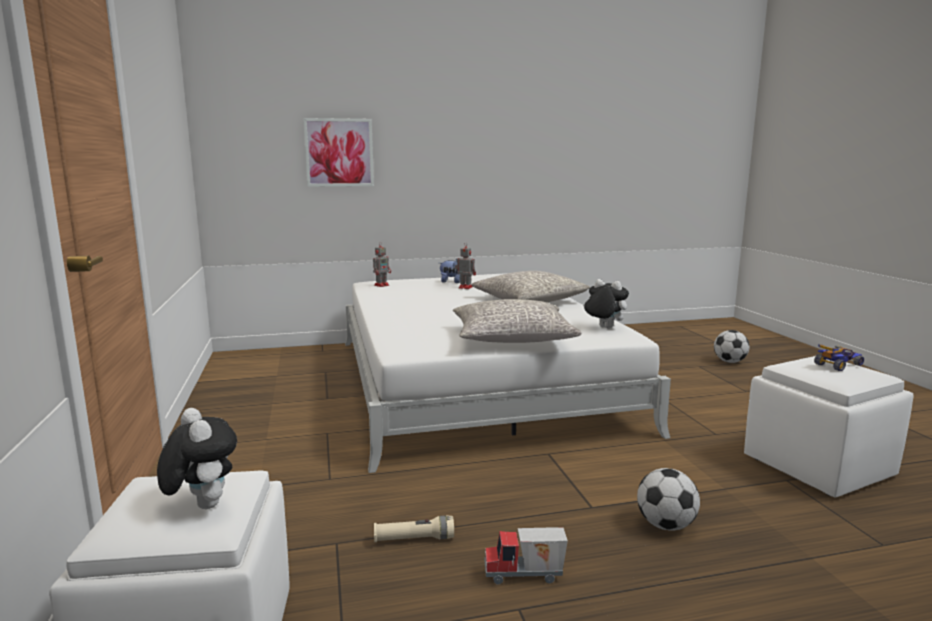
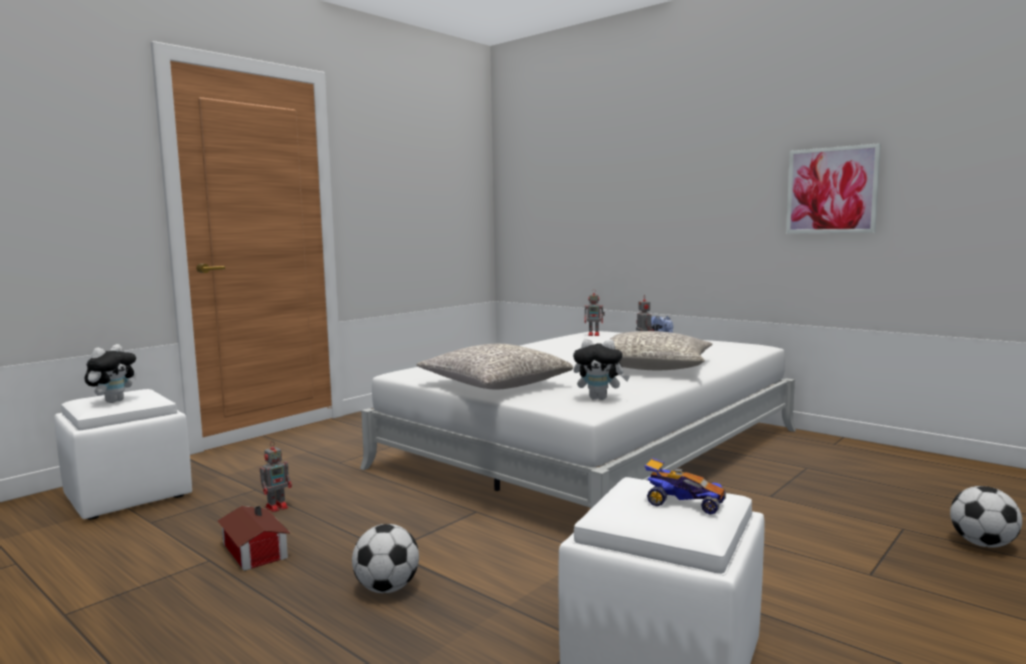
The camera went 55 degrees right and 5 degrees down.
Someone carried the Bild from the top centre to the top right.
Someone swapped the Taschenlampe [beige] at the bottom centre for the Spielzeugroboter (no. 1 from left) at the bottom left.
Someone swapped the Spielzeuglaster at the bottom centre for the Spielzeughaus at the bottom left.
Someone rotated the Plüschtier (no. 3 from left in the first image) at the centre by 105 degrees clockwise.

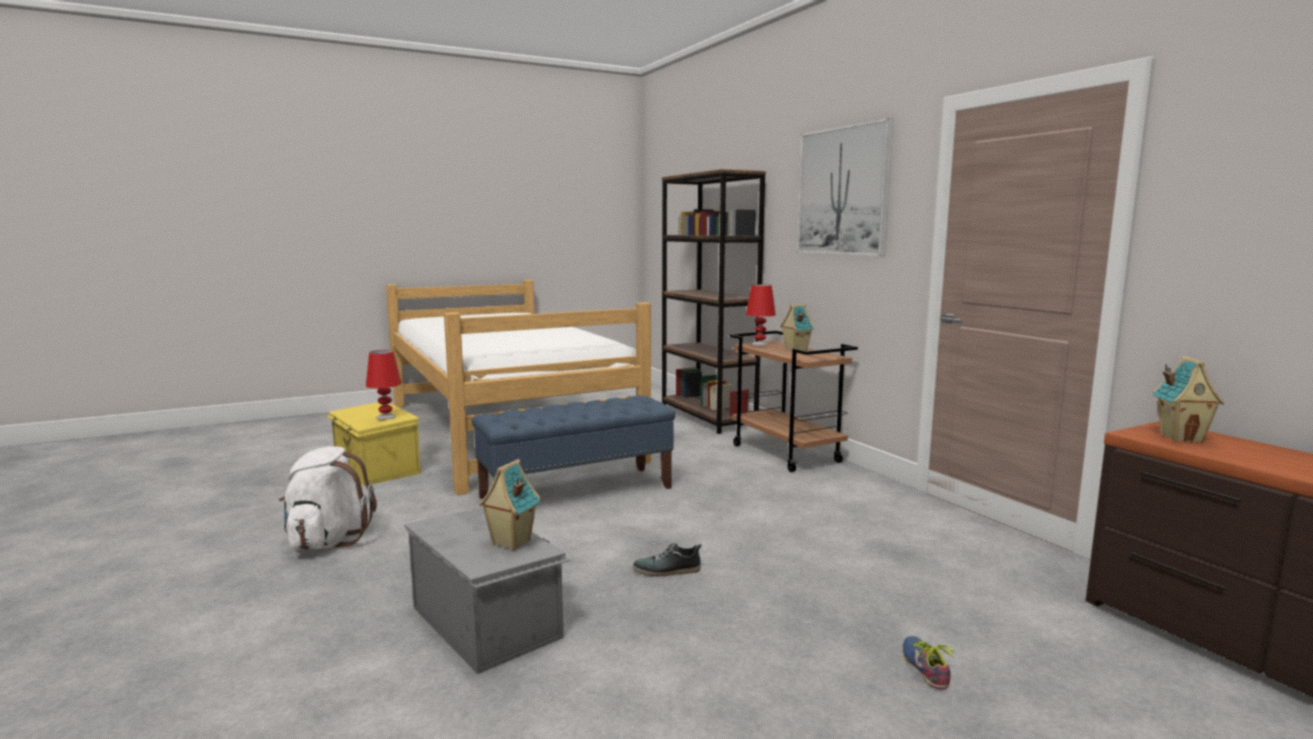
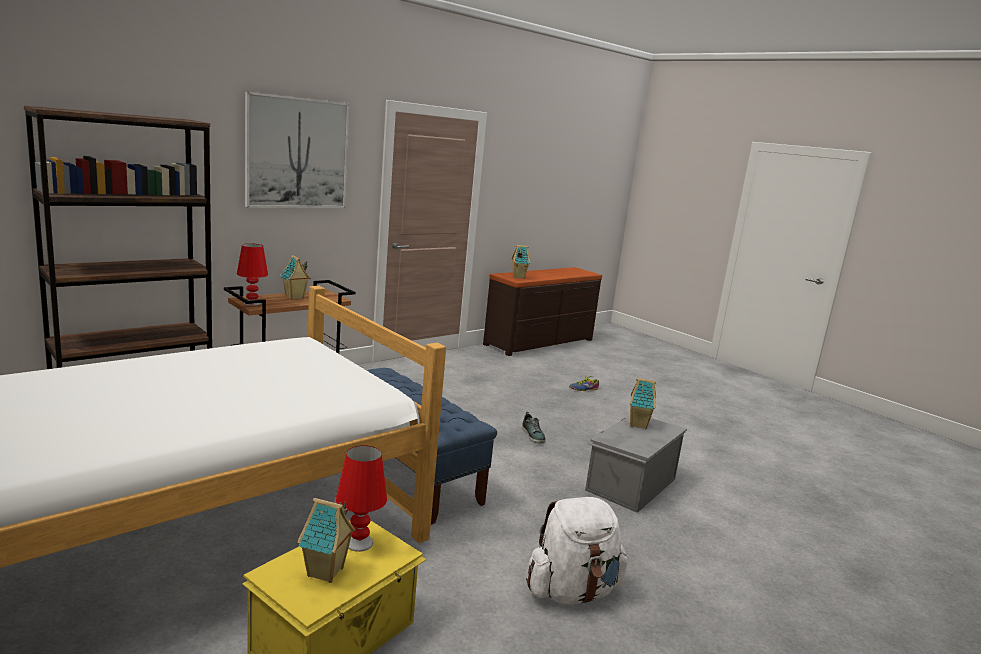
The camera went 105 degrees left and 5 degrees up.
Someone put down the Spielzeughaus (no. 2 from left) at the bottom left.

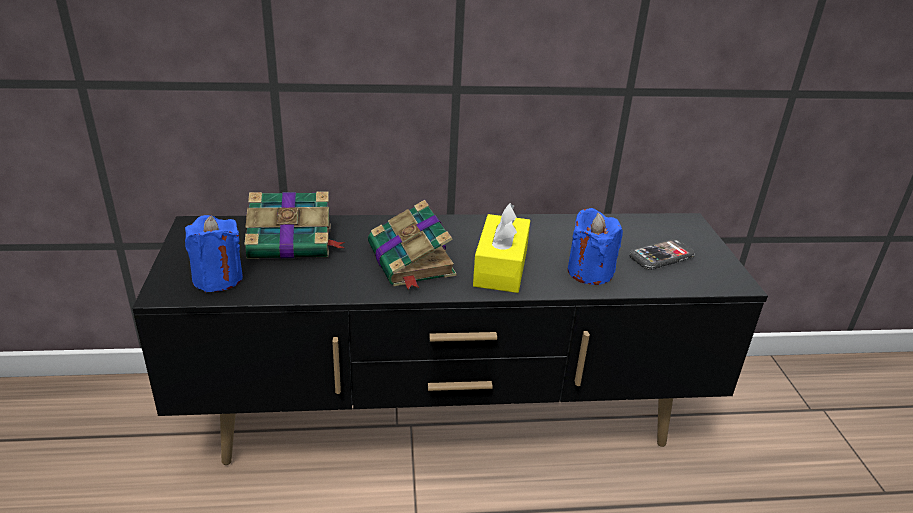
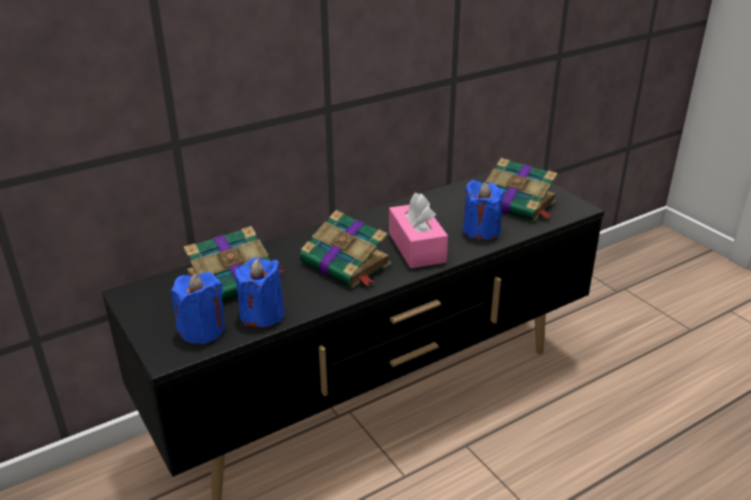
The camera went 25 degrees left and 0 degrees up.
Someone repainted the Taschentuchbox [gelb] at the centre, which became the Taschentuchbox [rosa] at the centre.
Someone swapped the Handy at the middle right for the Buch (no. 3 from left) at the middle right.
Someone put down the Kerze [blau] (no. 2 from left) at the centre.

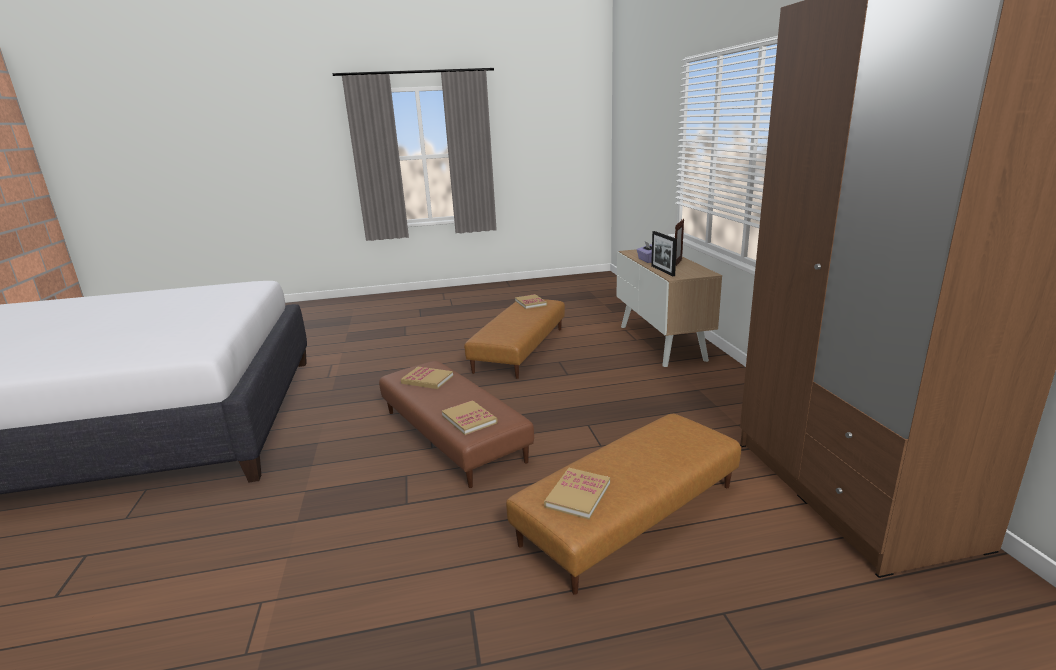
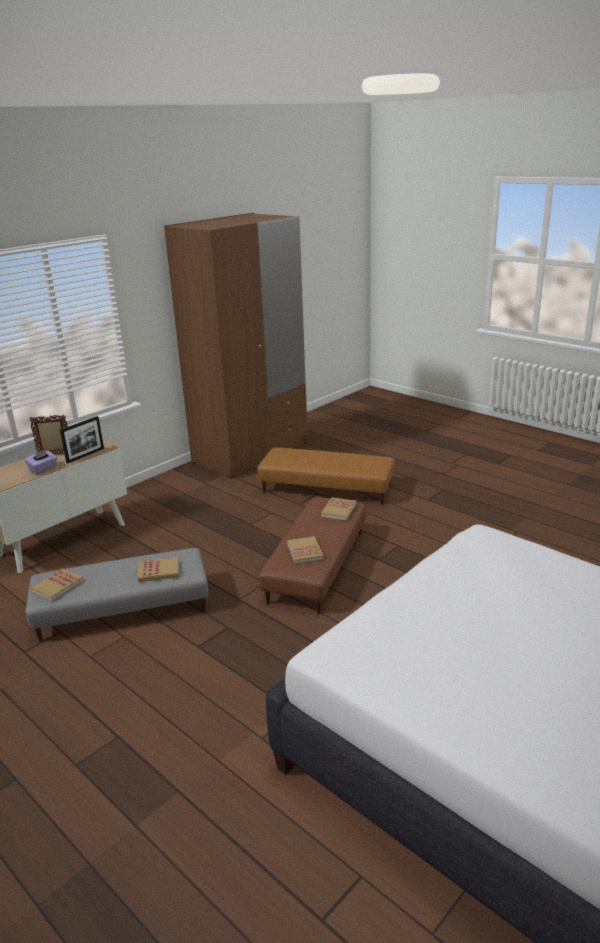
The camera went 125 degrees left and 5 degrees up.
Someone repainted the Polsterhocker [braun] (no. 2 from left) at the centre, which became the Polsterhocker [grau] at the middle left.
Someone carried the Buch (no. 4 from left in the first image) from the bottom centre to the middle left.

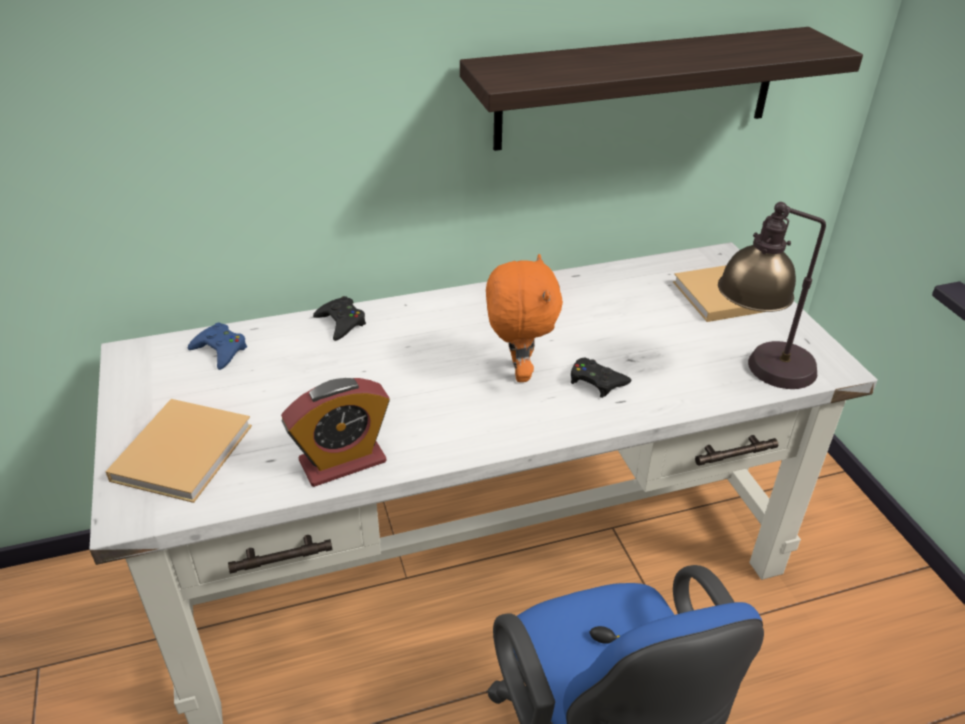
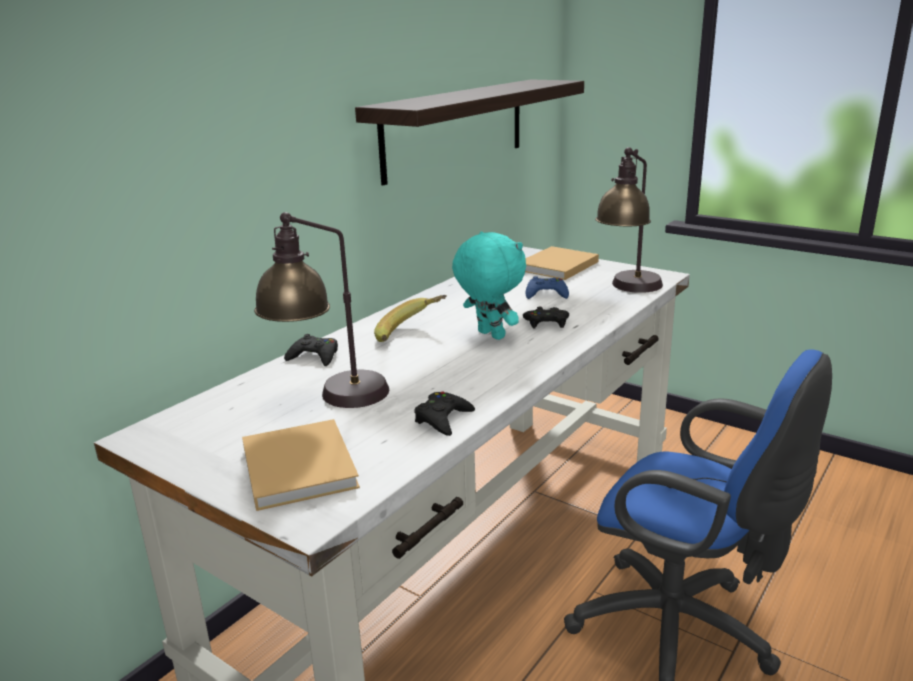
The camera went 35 degrees left and 15 degrees down.
Someone carried the Gamepad [blau] from the middle left to the centre.
Someone swapped the Wecker at the centre for the Gamepad [schwarz] (no. 2 from left) at the centre.
Someone repainted the Plüschtier [orange] at the centre, which became the Plüschtier [türkis] at the centre.
Someone put down the Tischlampe (no. 1 from left) at the centre.
Someone put down the Banane at the centre.

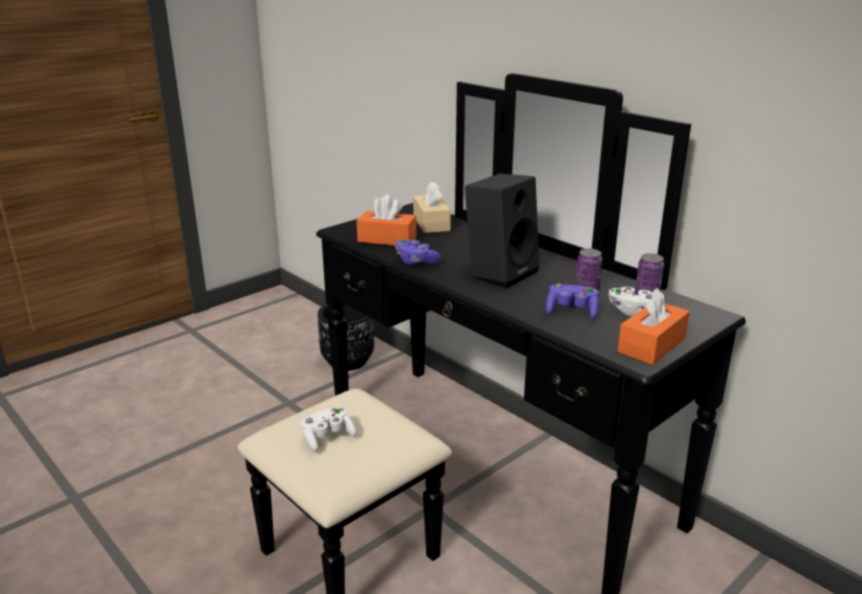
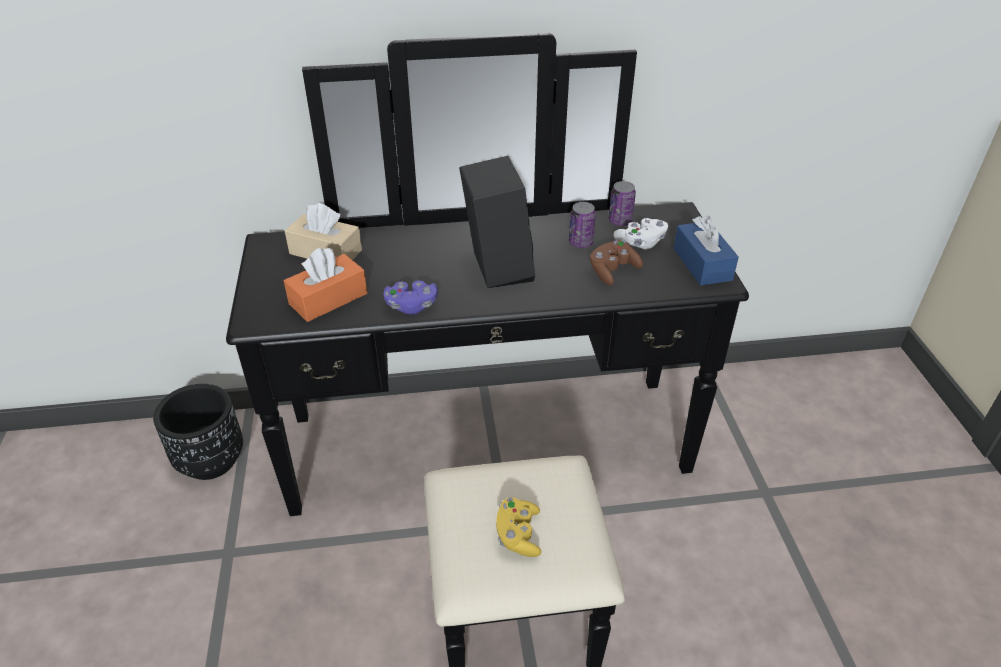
The camera went 55 degrees left and 15 degrees up.
Someone repainted the Gamepad [weiß] (no. 1 from left) at the bottom centre, which became the Gamepad [gelb] at the bottom centre.
Someone repainted the Gamepad [lila] (no. 2 from left) at the centre, which became the Gamepad [braun] at the centre.
Someone repainted the Taschentuchbox [orange] (no. 2 from left) at the middle right, which became the Taschentuchbox [blau] at the middle right.

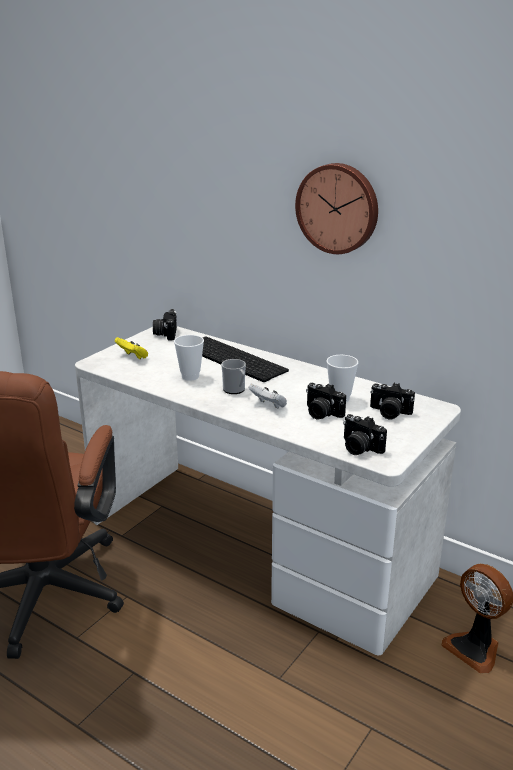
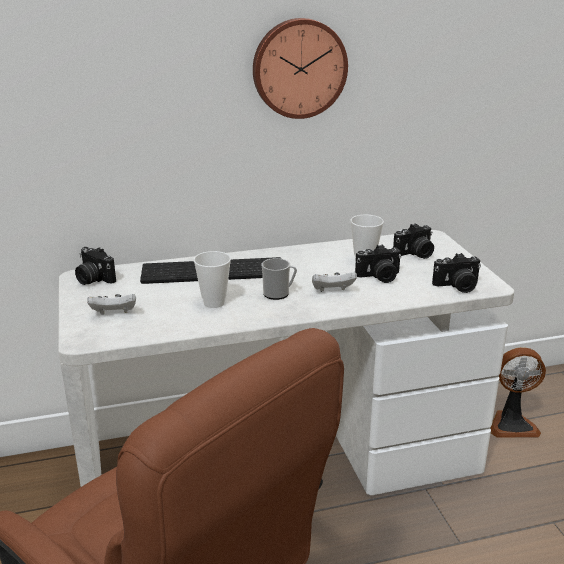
The camera went 50 degrees left and 0 degrees up.
Someone repainted the Gamepad [gelb] at the middle left, which became the Gamepad [weiß] (no. 1 from left) at the middle left.

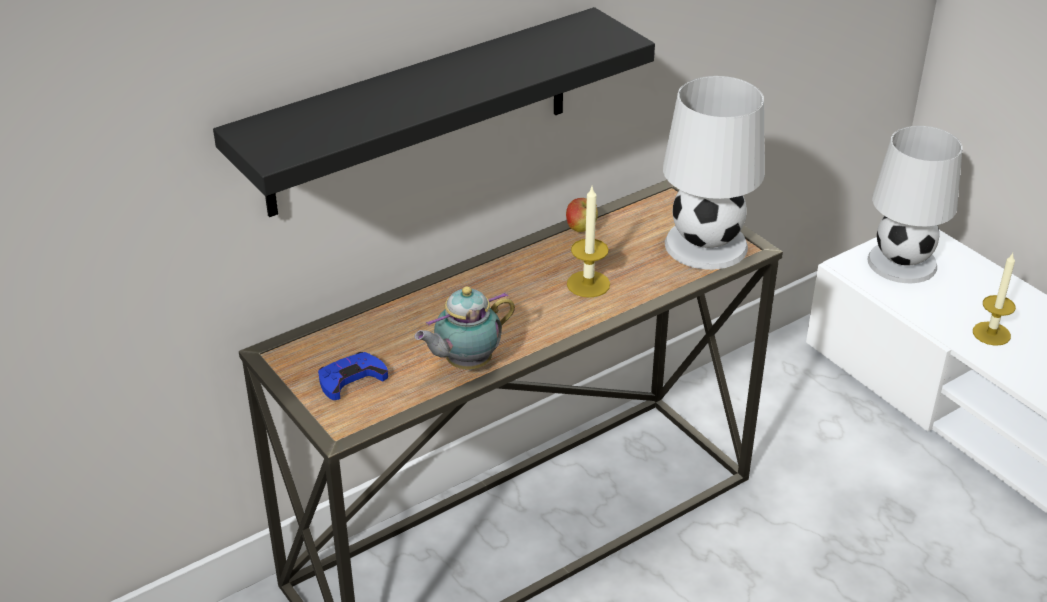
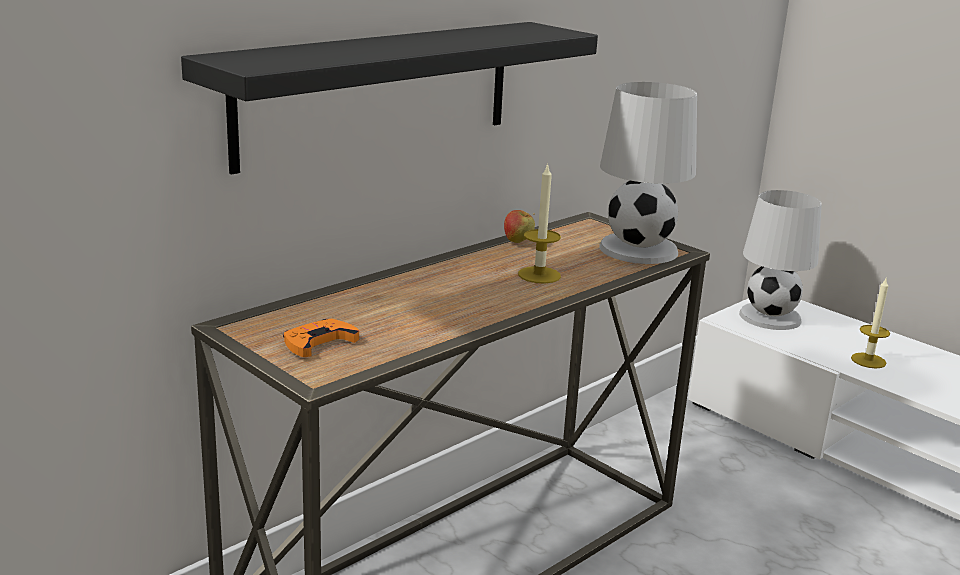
The camera went 10 degrees left and 15 degrees down.
Someone repainted the Gamepad [blau] at the centre, which became the Gamepad [orange] at the centre.
Someone took away the Teekanne at the centre.

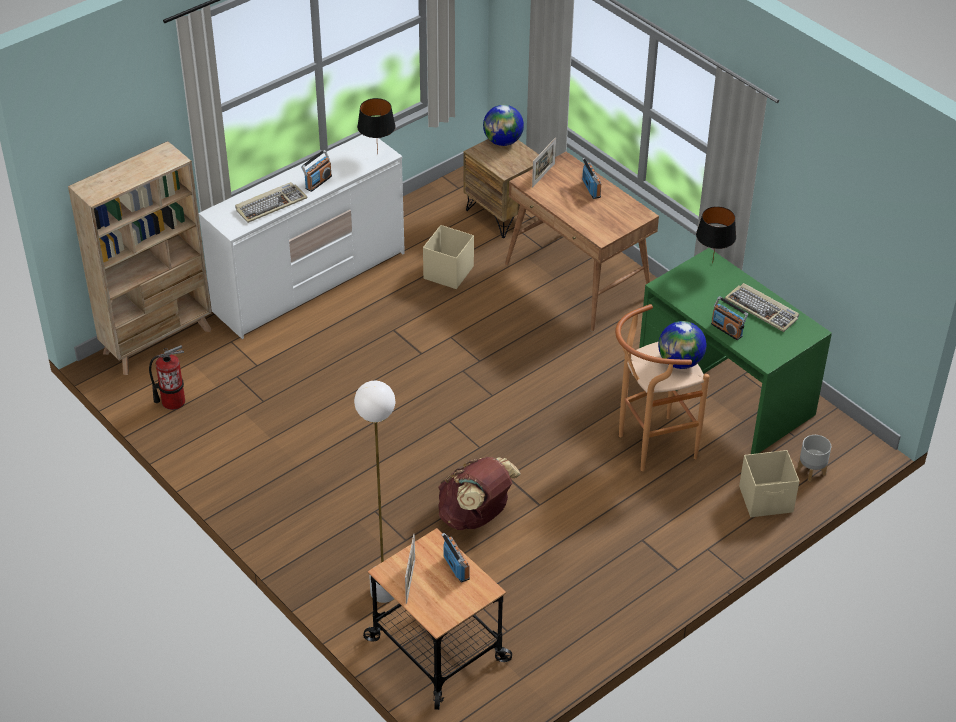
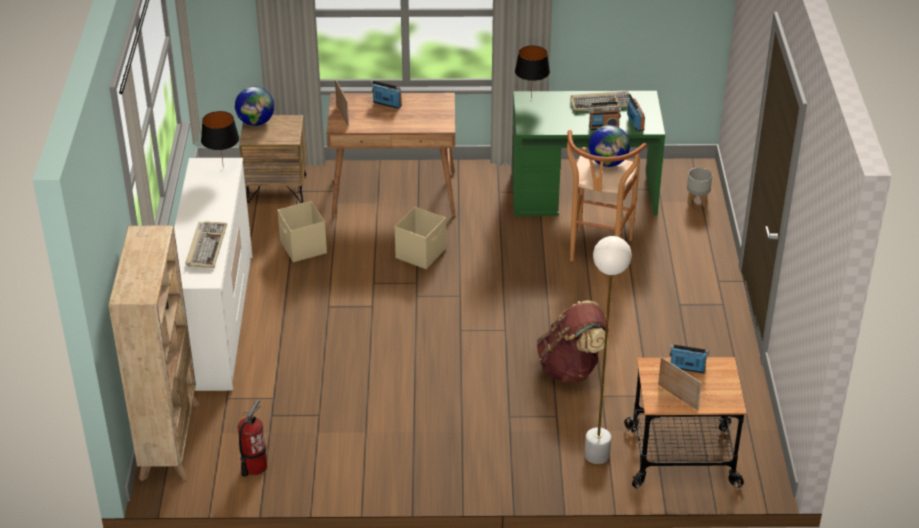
The camera went 50 degrees left and 5 degrees down.
Someone carried the Radio (no. 1 from left in the first image) from the top left to the top right.
Someone carried the Aufbewahrungsbox [beige] (no. 2 from left) from the bottom right to the centre.

